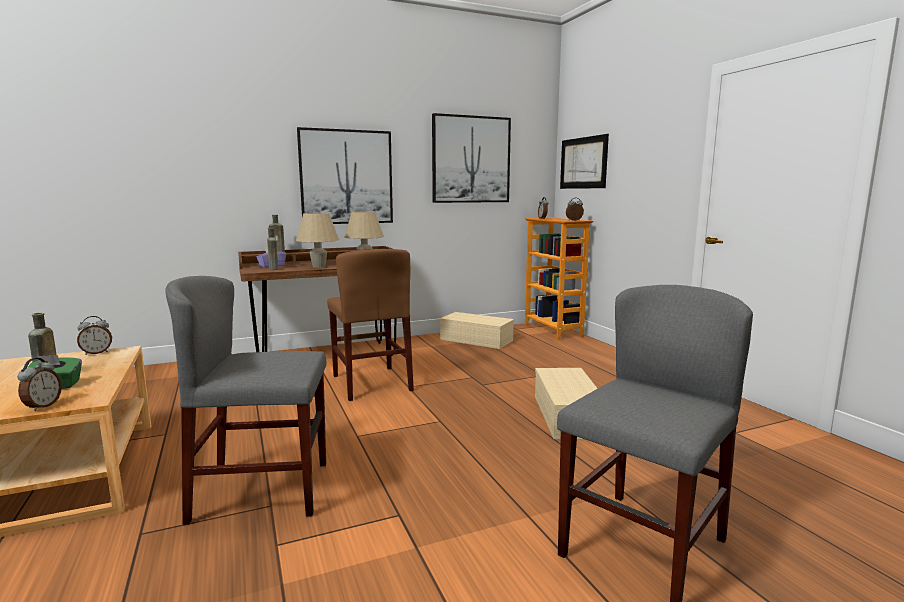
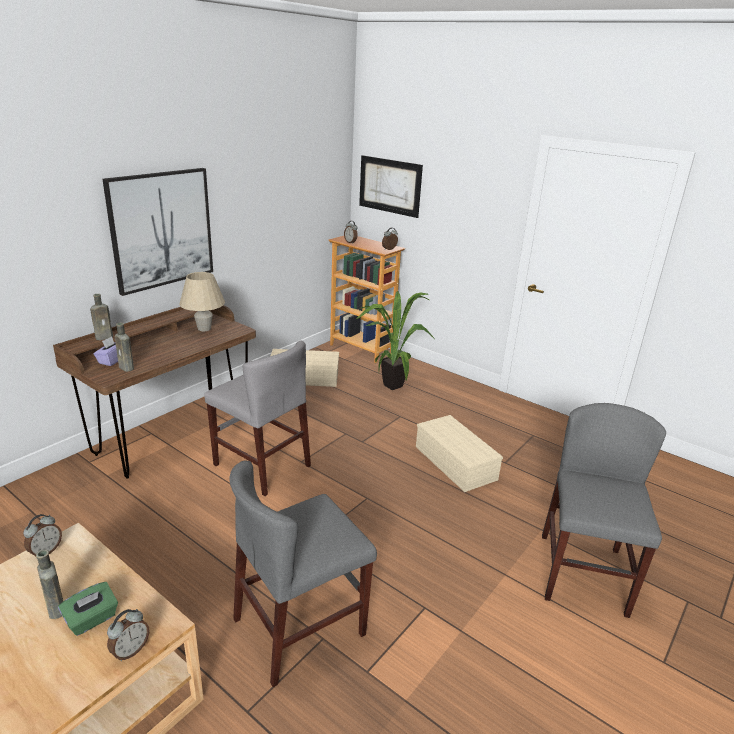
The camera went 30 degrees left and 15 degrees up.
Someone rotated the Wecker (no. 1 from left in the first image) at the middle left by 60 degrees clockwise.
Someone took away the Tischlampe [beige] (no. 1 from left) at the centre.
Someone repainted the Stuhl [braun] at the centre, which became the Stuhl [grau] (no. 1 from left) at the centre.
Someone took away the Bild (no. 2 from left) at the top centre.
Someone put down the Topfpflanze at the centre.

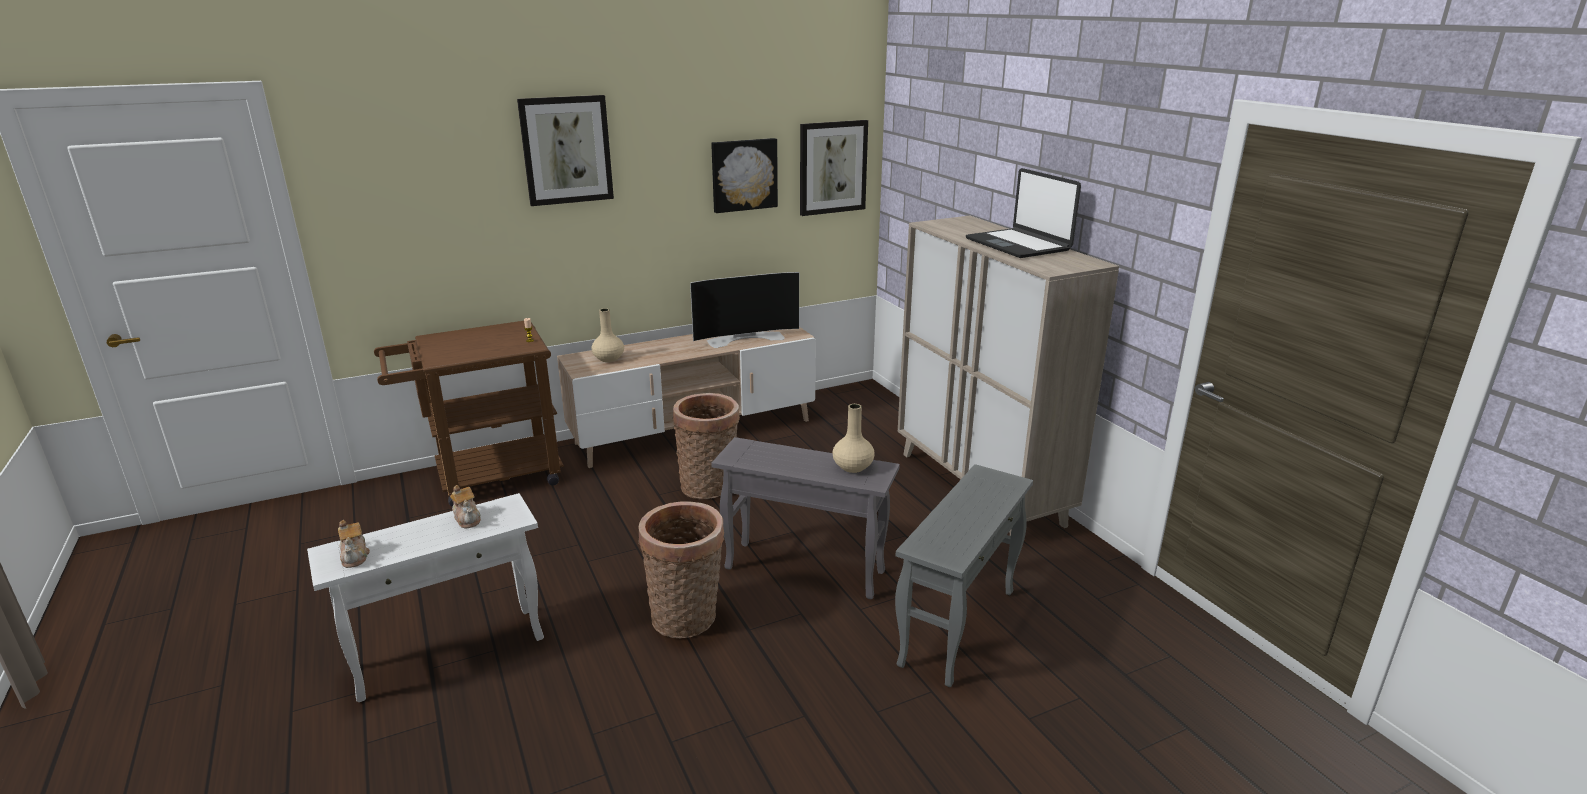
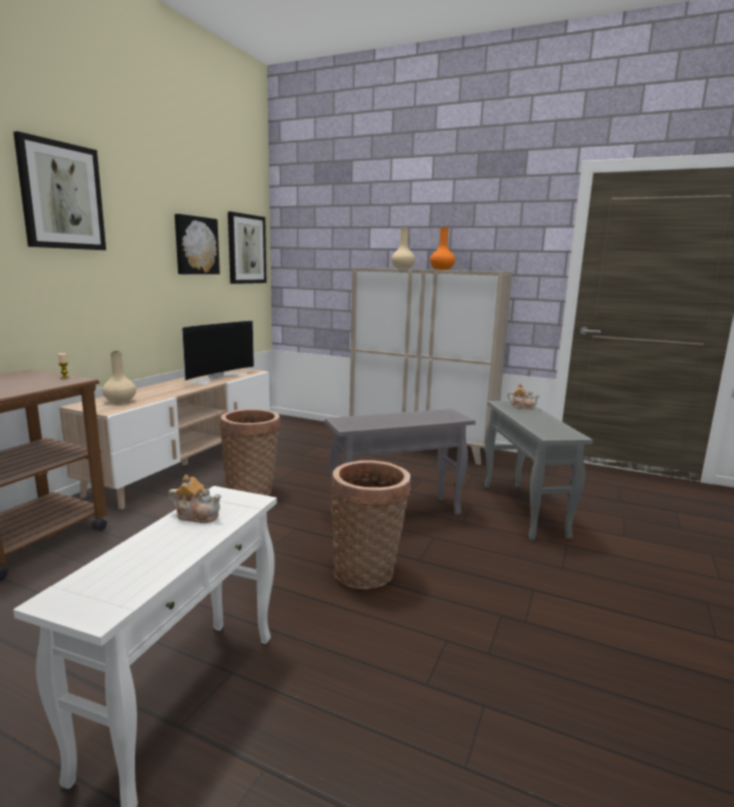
The camera went 40 degrees left and 10 degrees down.
Someone carried the Teekanne (no. 1 from left in the first image) from the bottom left to the middle right.
Someone carried the Vase [beige] (no. 2 from left) from the centre to the top centre.
Someone swapped the Laptop at the top centre for the Vase [orange] at the top centre.

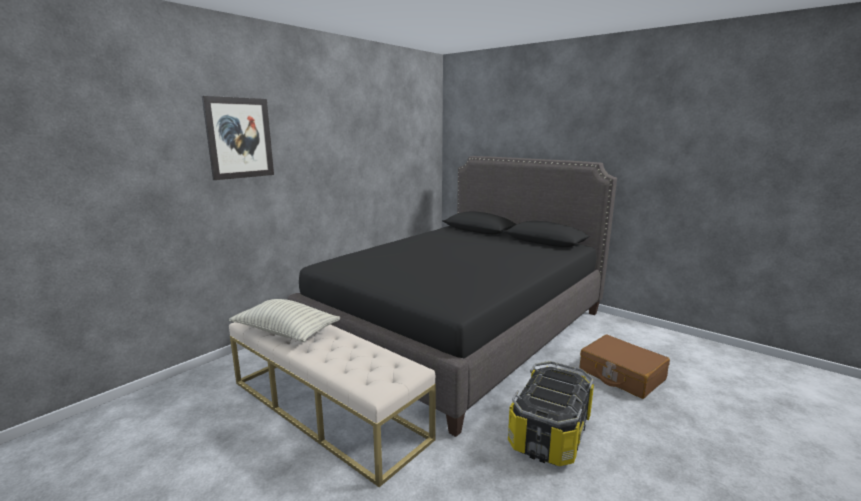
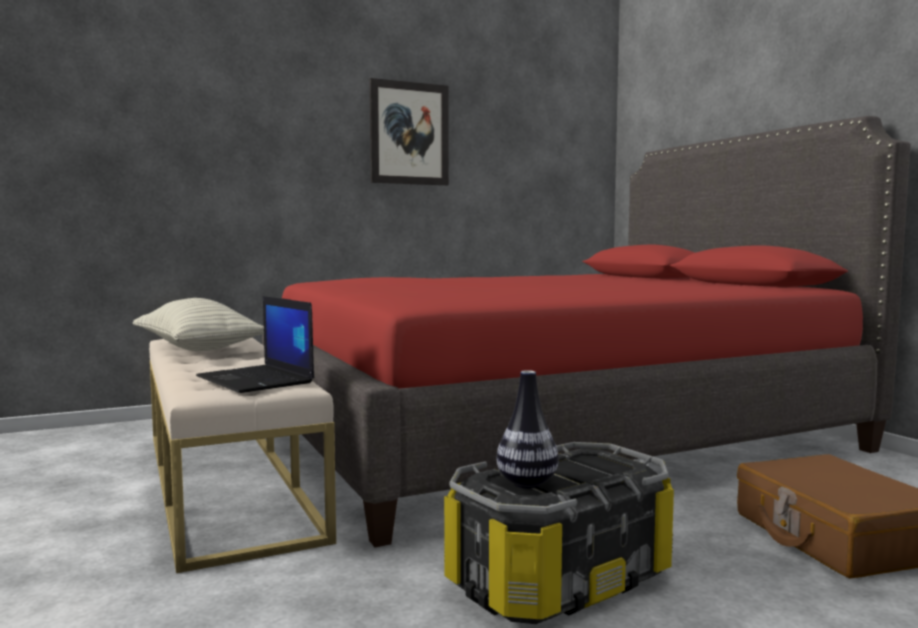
The camera went 25 degrees right and 10 degrees down.
Someone carried the Bild from the top left to the top centre.
Someone repainted the Bett [schwarz] at the centre, which became the Bett [rot] at the centre.
Someone put down the Laptop at the middle left.
Someone put down the Vase at the bottom centre.

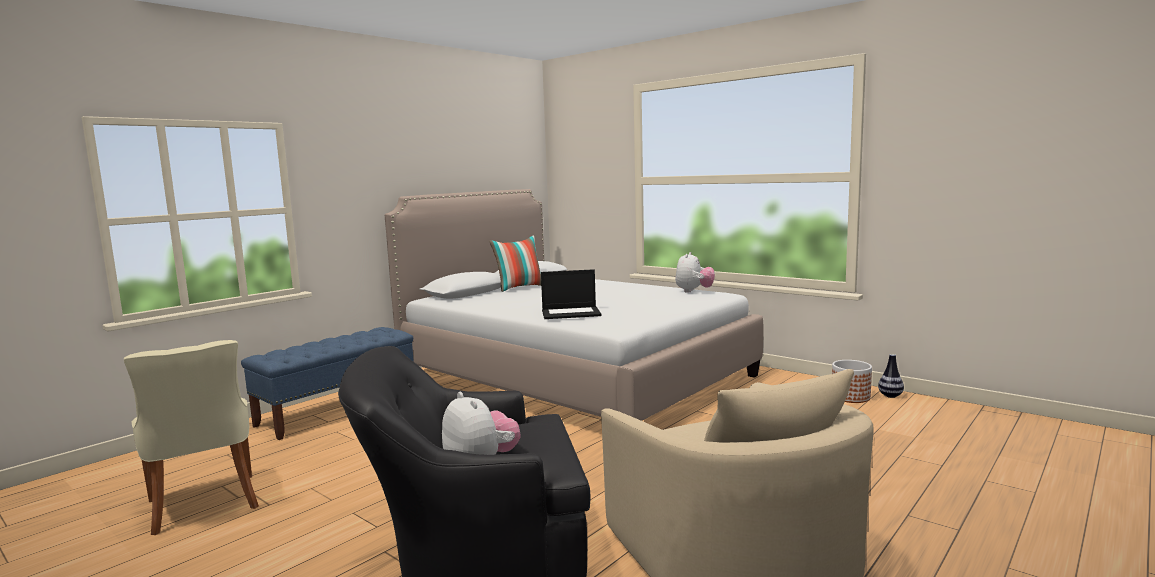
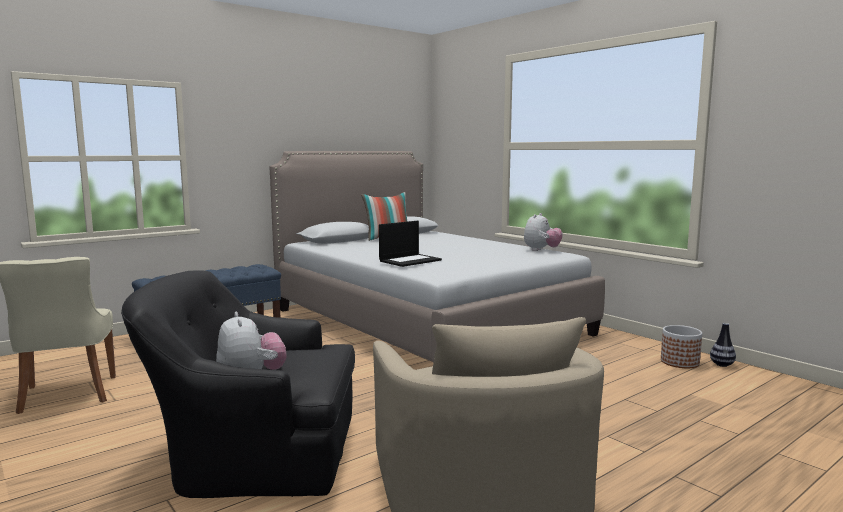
The camera went 10 degrees right and 0 degrees up.
Someone rotated the Laptop at the centre by 45 degrees counterclockwise.

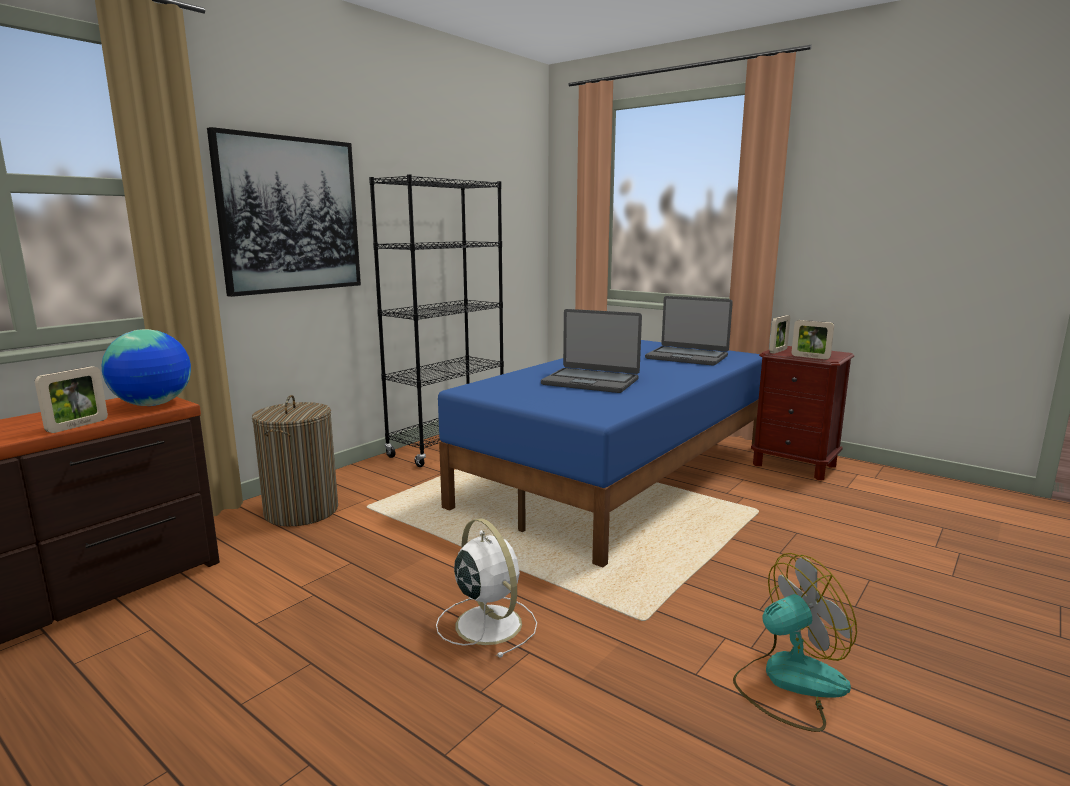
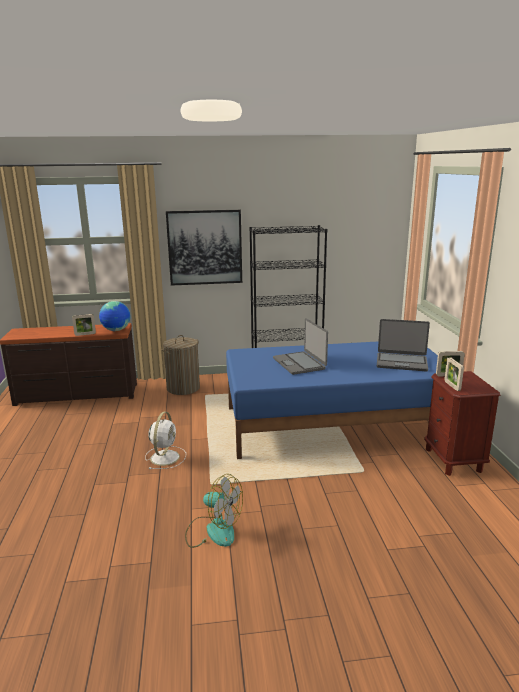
The camera went 45 degrees right and 5 degrees up.
Someone rotated the Laptop (no. 2 from left) at the centre by 60 degrees counterclockwise.

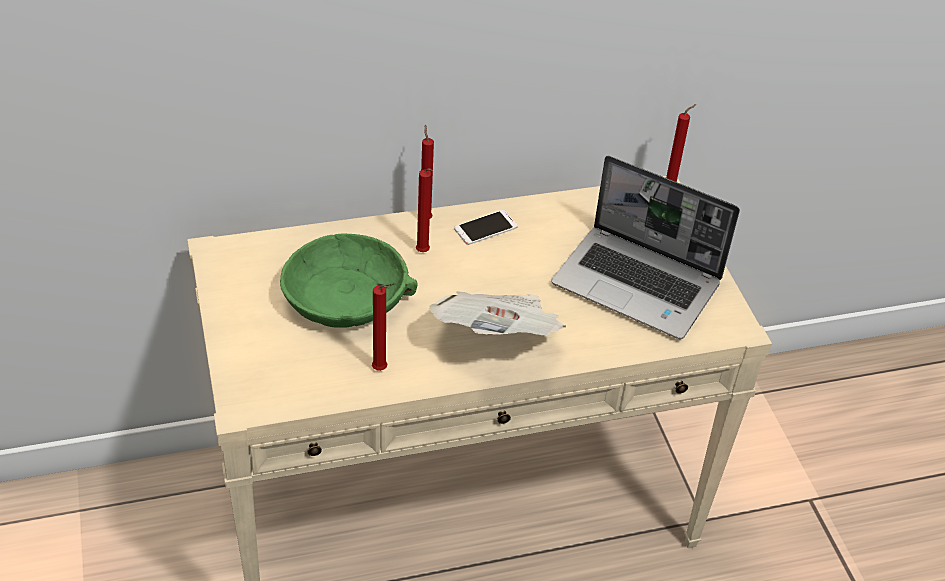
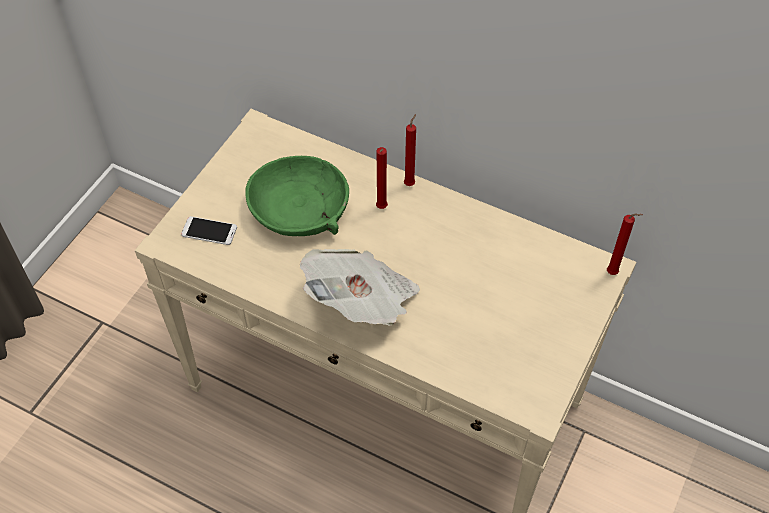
The camera went 45 degrees right and 10 degrees up.
Someone took away the Kerze [rot] (no. 1 from left) at the centre.
Someone carried the Handy from the centre to the middle left.
Someone took away the Laptop at the middle right.

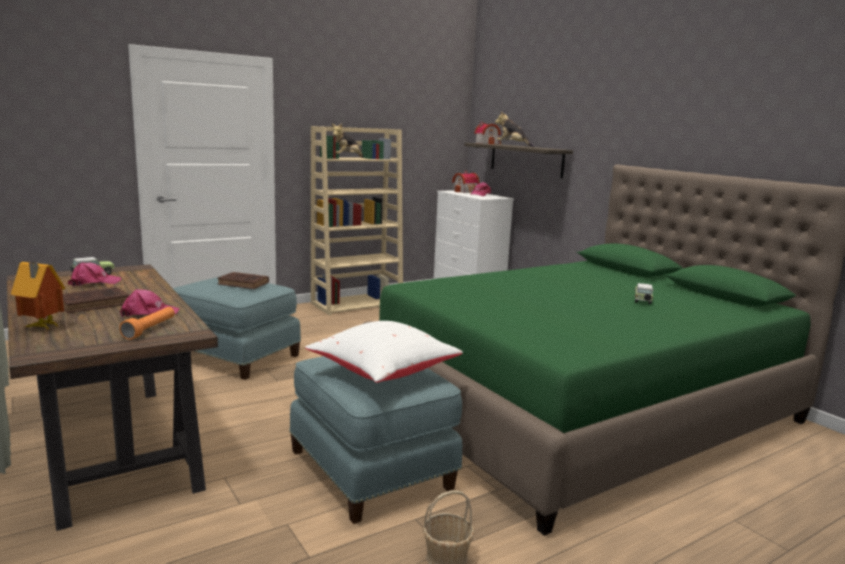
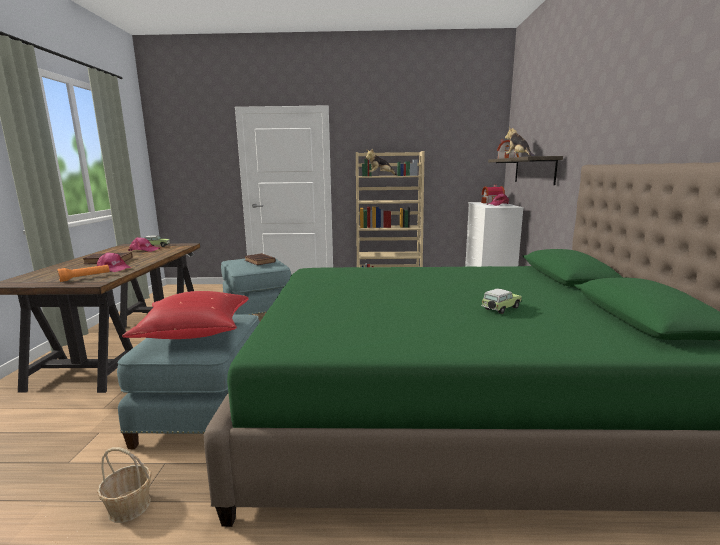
The camera went 35 degrees right and 0 degrees up.
Someone took away the Spielzeughaus (no. 1 from left) at the middle left.
Someone repainted the Kissen [weiß] at the centre, which became the Kissen [rot] at the middle left.

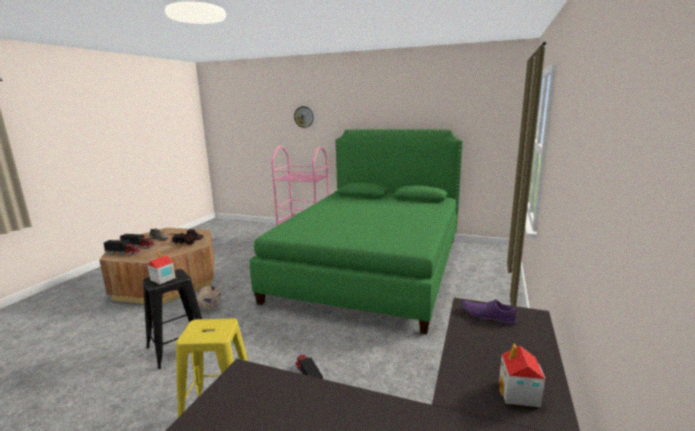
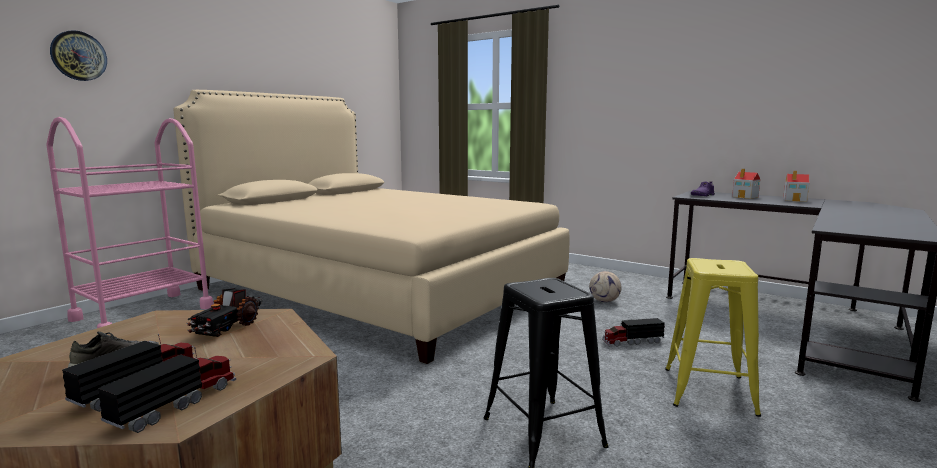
The camera went 75 degrees left and 5 degrees down.
Someone carried the Spielzeughaus (no. 1 from left) from the middle left to the middle right.
Someone carried the Fußball from the bottom left to the centre.
Someone repainted the Bett [grün] at the centre, which became the Bett [beige] at the centre.

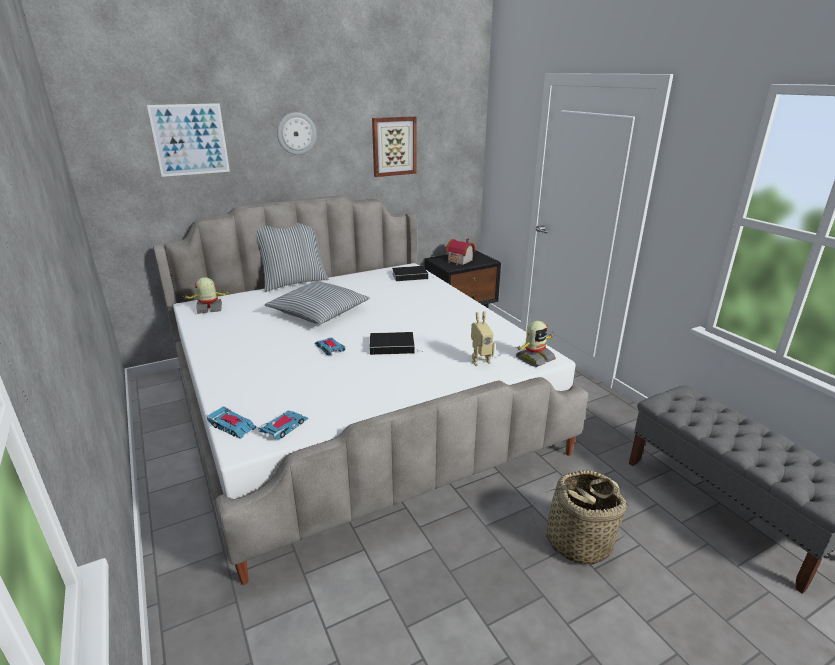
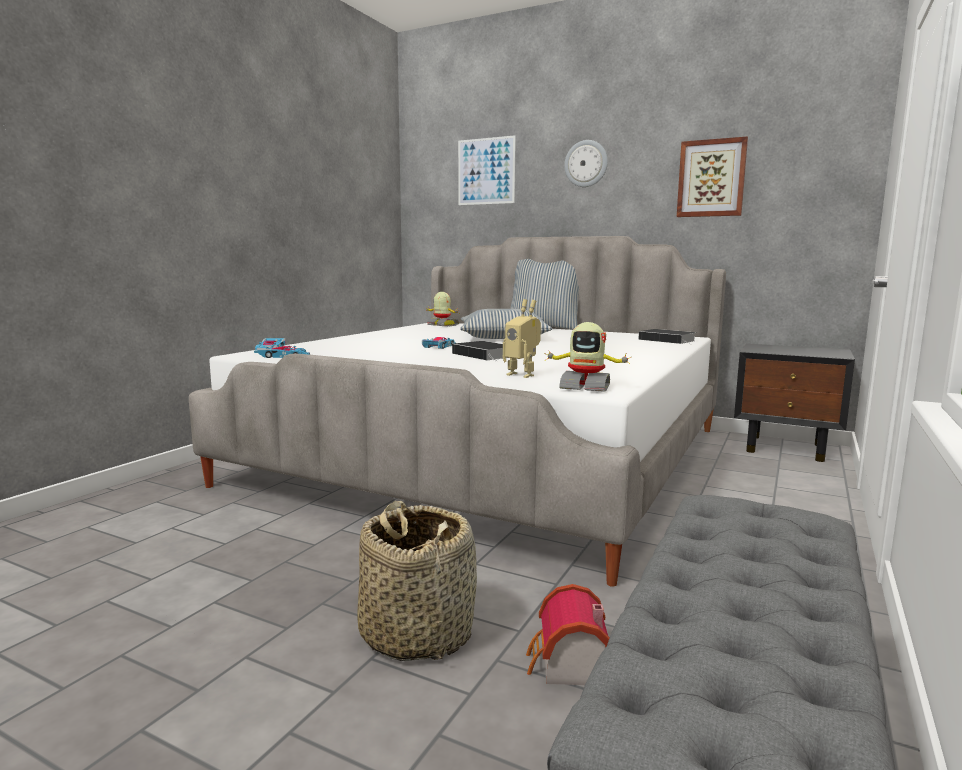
The camera went 55 degrees right and 15 degrees down.
Someone carried the Spielzeughaus from the centre to the bottom centre.

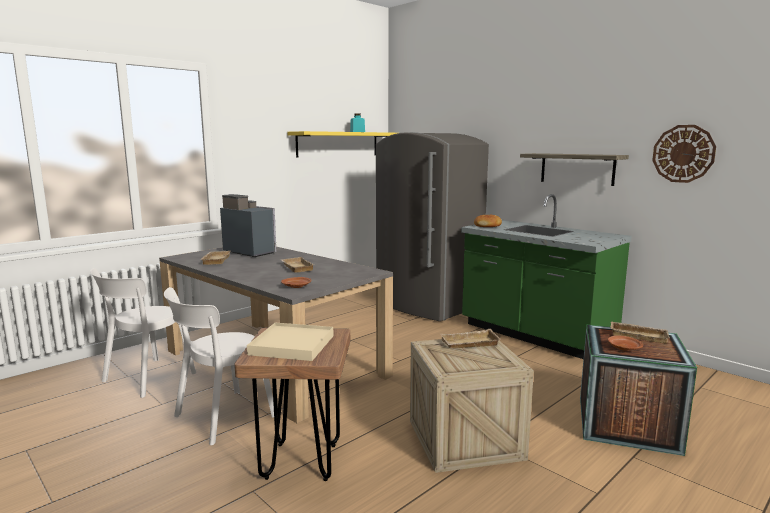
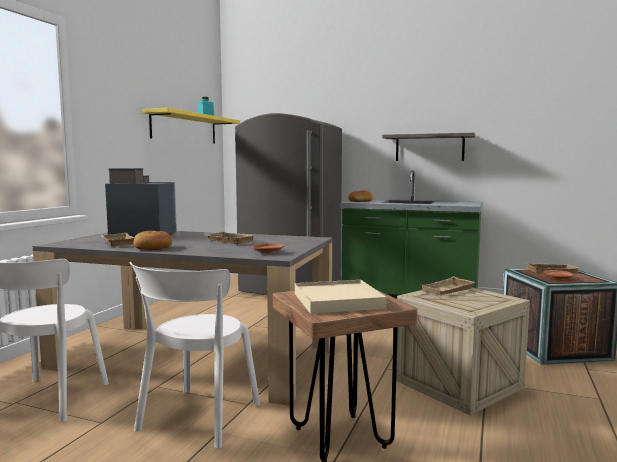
The camera went 25 degrees left and 5 degrees down.
Someone took away the Wanduhr at the top right.
Someone put down the Brot (no. 1 from left) at the middle left.

